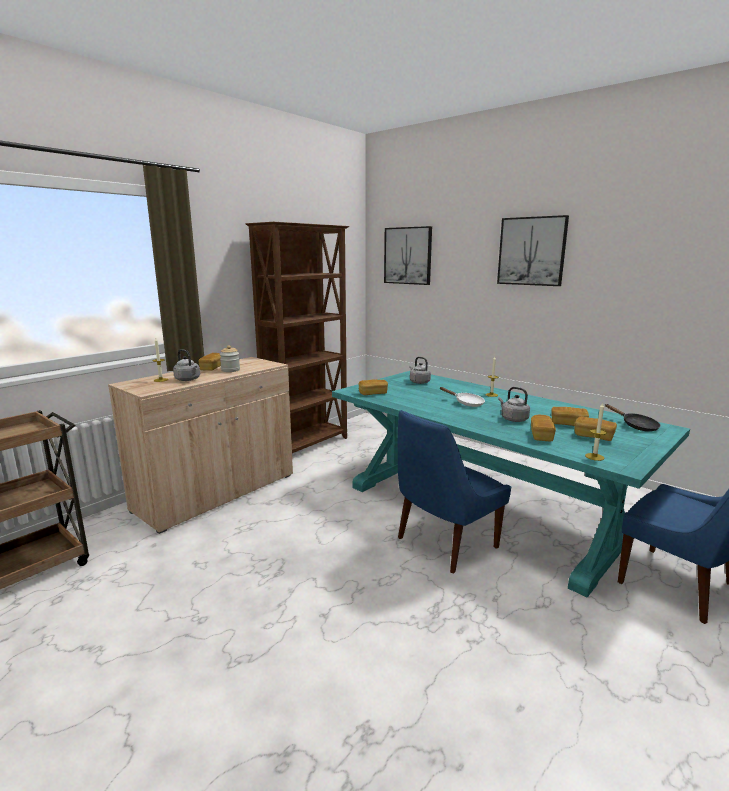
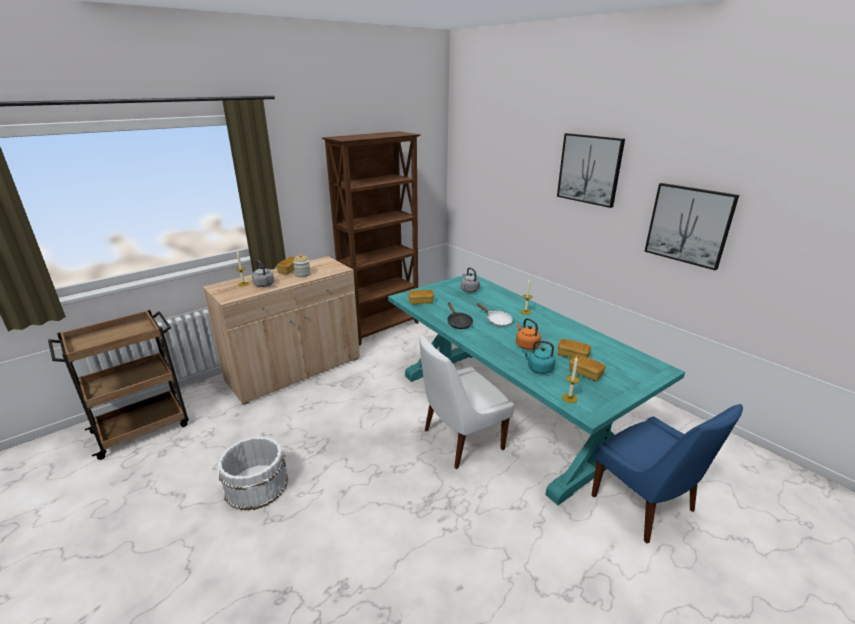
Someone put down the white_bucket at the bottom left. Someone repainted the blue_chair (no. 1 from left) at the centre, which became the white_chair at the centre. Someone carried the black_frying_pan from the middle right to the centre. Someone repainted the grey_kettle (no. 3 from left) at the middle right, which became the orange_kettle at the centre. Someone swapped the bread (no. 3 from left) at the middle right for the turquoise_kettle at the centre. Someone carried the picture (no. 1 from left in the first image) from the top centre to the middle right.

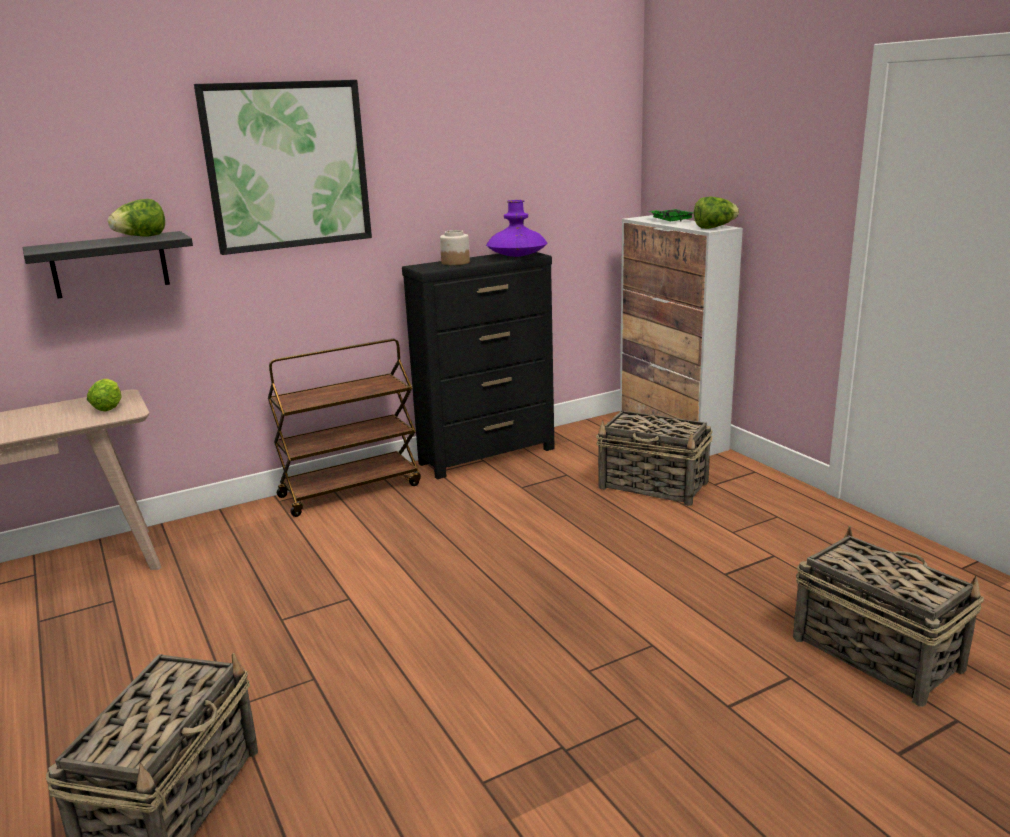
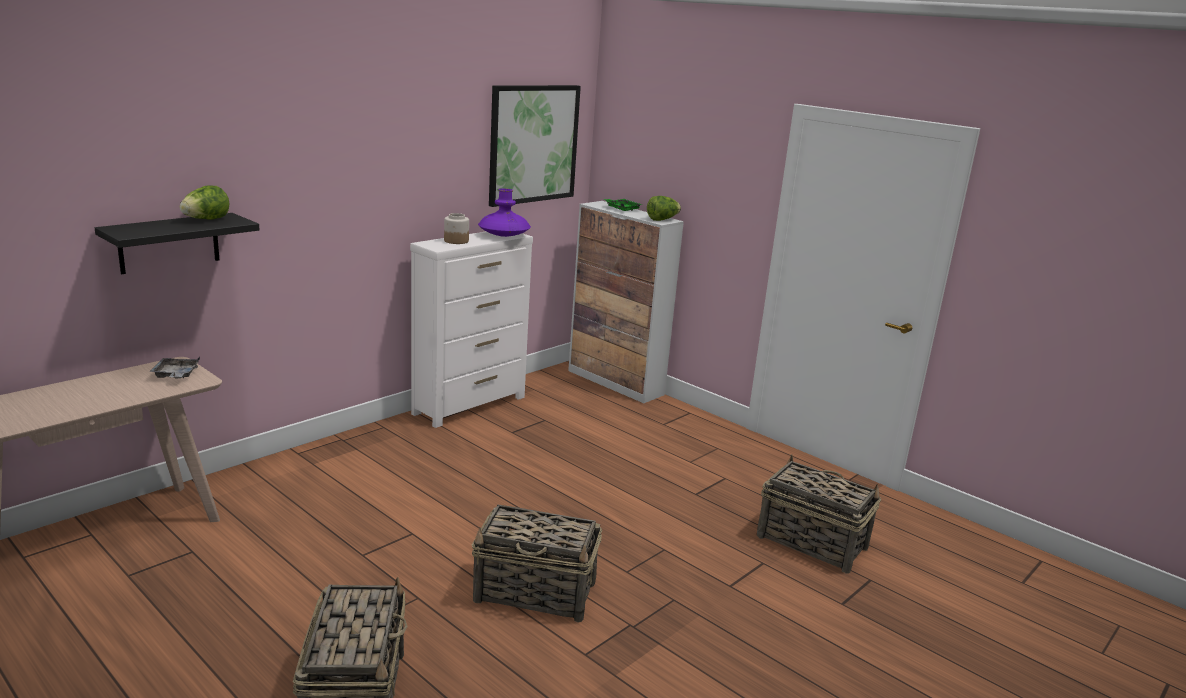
Someone swapped the lettuce (no. 1 from left) at the middle left for the grey_tray at the middle left. Someone repainted the black_dresser at the centre, which became the white_dresser at the centre. Someone carried the basket (no. 2 from left) from the centre to the bottom centre. Someone carried the picture from the top left to the top centre. Someone took away the brown_cart at the centre.

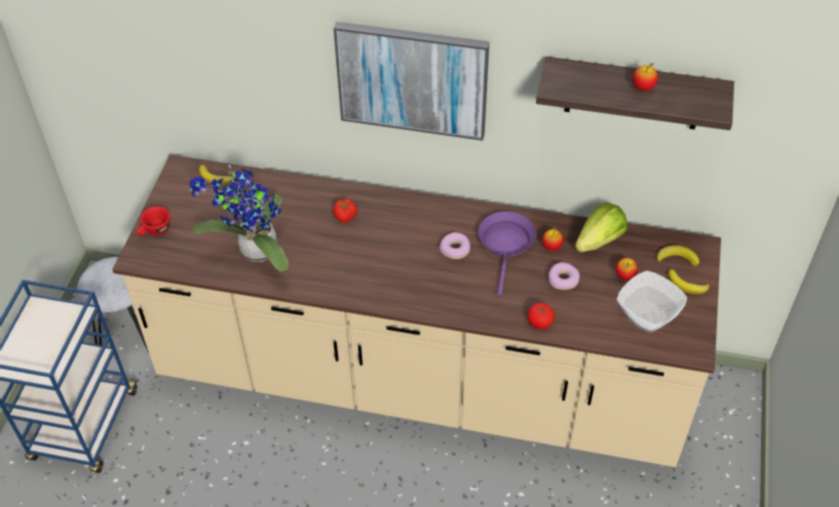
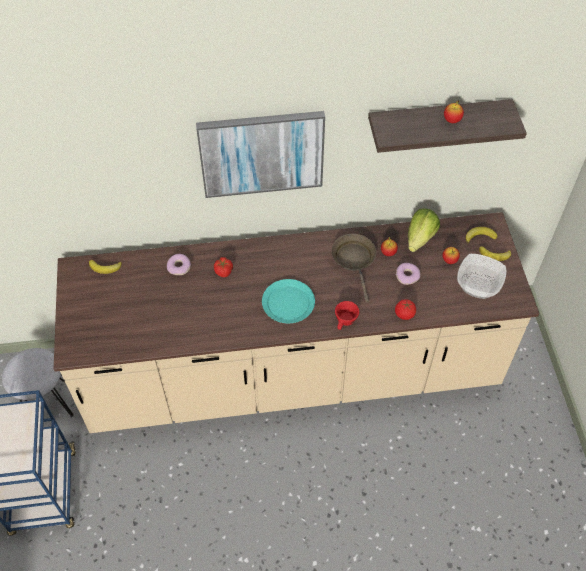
Someone carried the donut (no. 1 from left) from the centre to the middle left. Someone put down the turquoise_plate at the centre. Someone repainted the purple_frying_pan at the centre, which became the brown_frying_pan at the centre. Someone carried the red_cup from the middle left to the centre. Someone took away the potted_plant at the middle left.

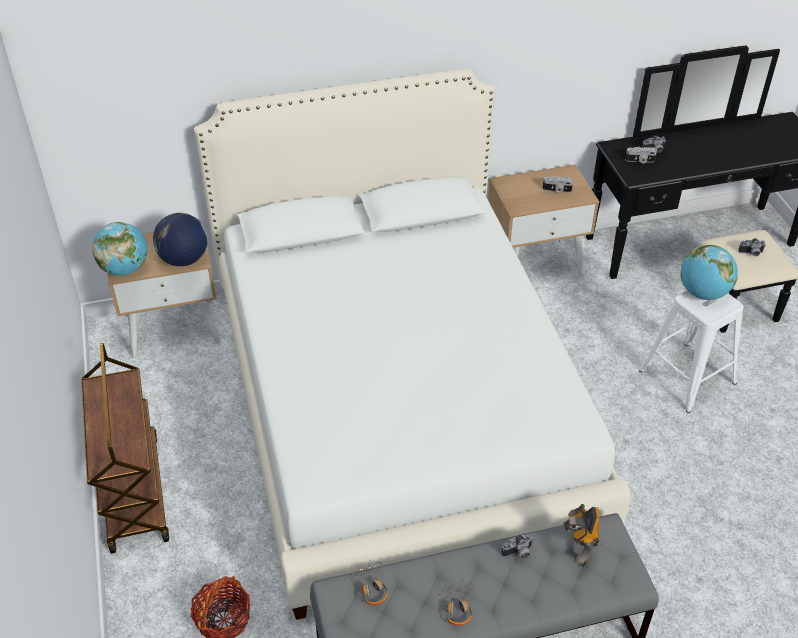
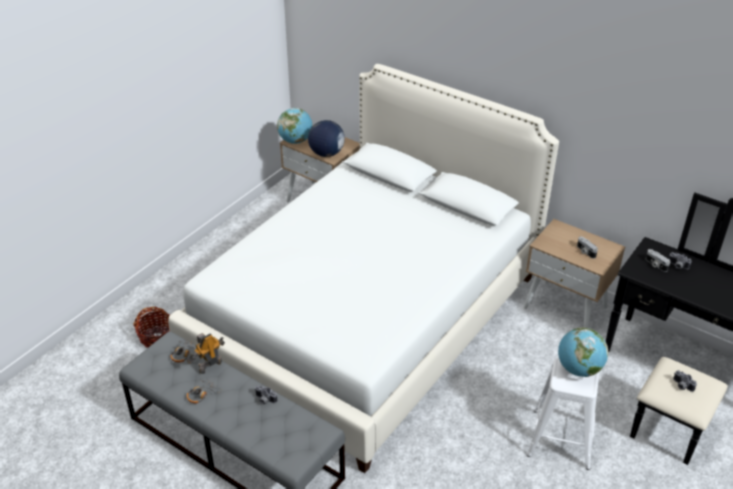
Someone carried the toy_robot from the bottom right to the bottom left. Someone took away the brown_cart at the bottom left.

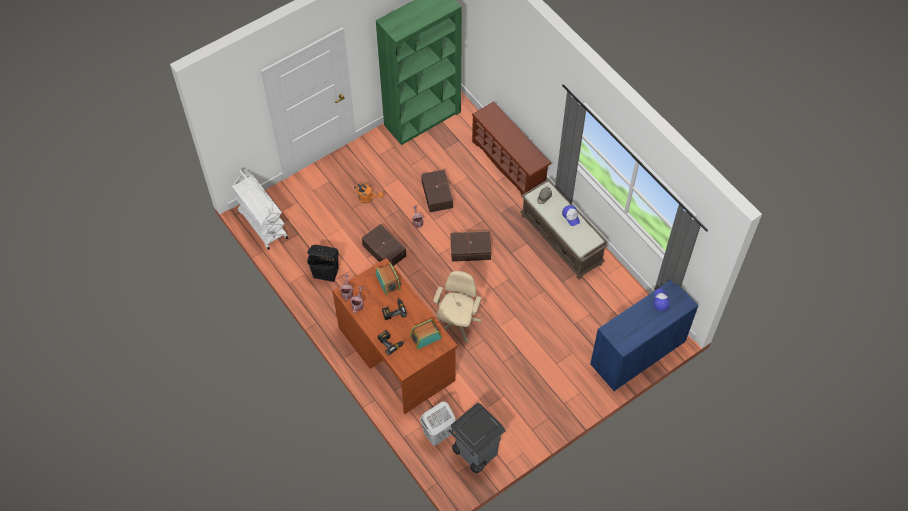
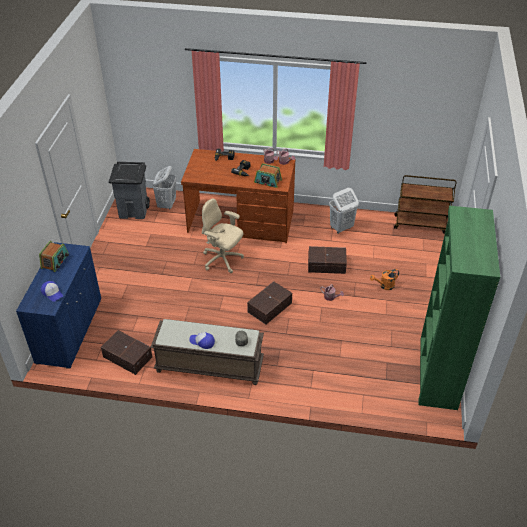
Someone carried the radio (no. 2 from left in the first image) from the centre to the middle left. Someone carried the brown_storage_box (no. 2 from left in the first image) from the centre to the bottom left. Someone rotated the beige_office_chair at the centre by 150 degrees clockwise. Someone repainted the black_laundry_basket at the centre, which became the white_laundry_basket (no. 2 from left) at the centre. Someone repainted the white_cart at the middle left, which became the brown_cart at the middle right. Someone took away the brown_shoe_rack at the top centre.

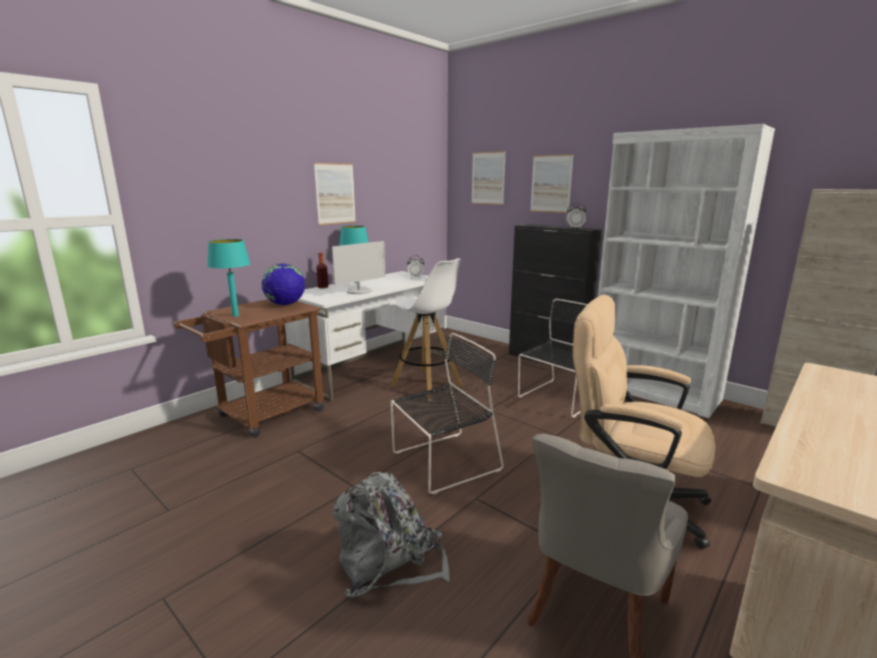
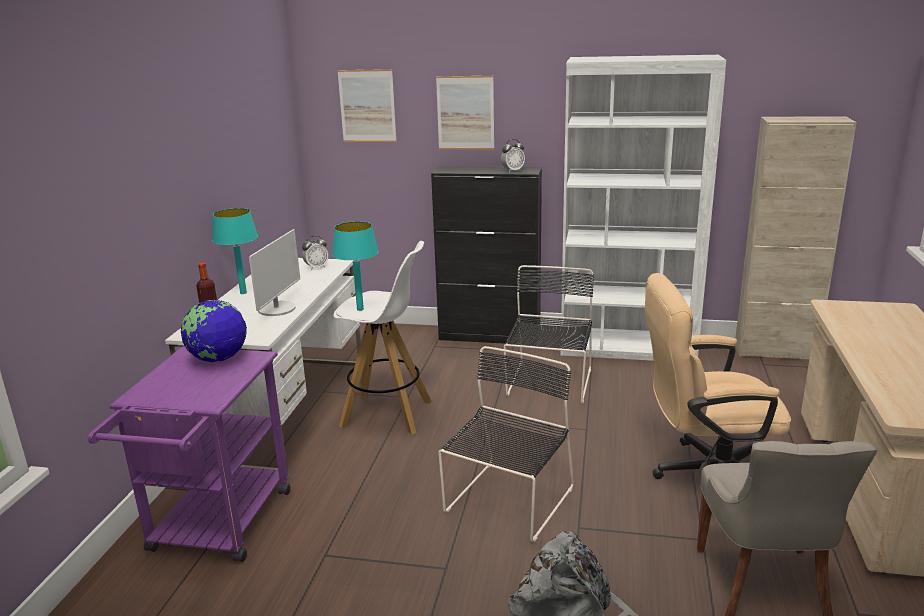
Someone repainted the brown_cart at the middle left, which became the purple_cart at the bottom left. Someone carried the turquoise_table_lamp (no. 1 from left in the first image) from the middle left to the centre. Someone took away the picture (no. 1 from left) at the top centre.

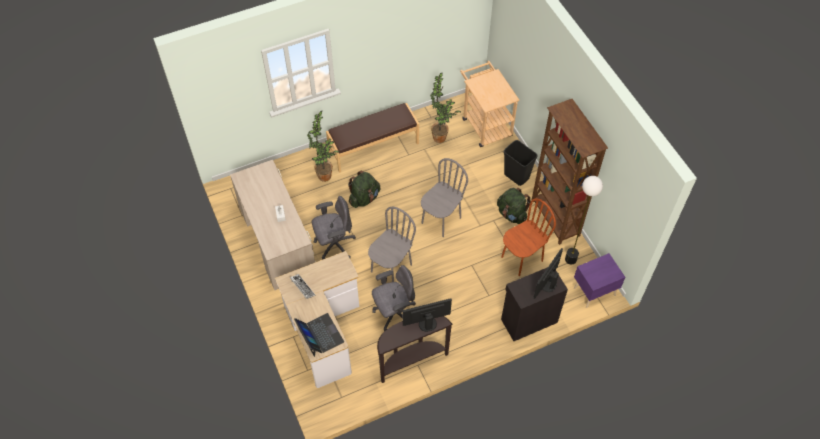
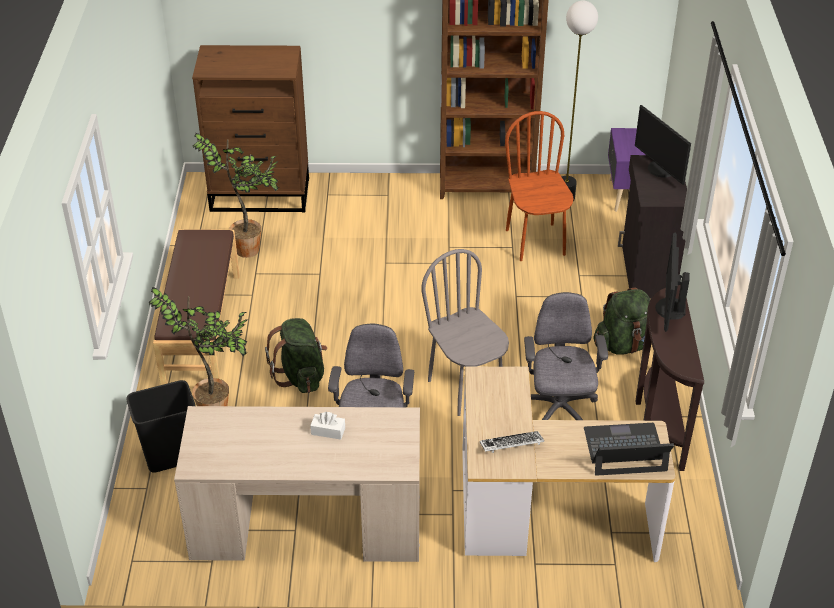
Someone carried the black_trash_can from the centre to the bottom left. Someone swapped the beige_cart at the top centre for the brown_dresser at the top left. Someone carried the green_backpack (no. 2 from left) from the centre to the middle right. Someone took away the grey_chair (no. 2 from left) at the centre.

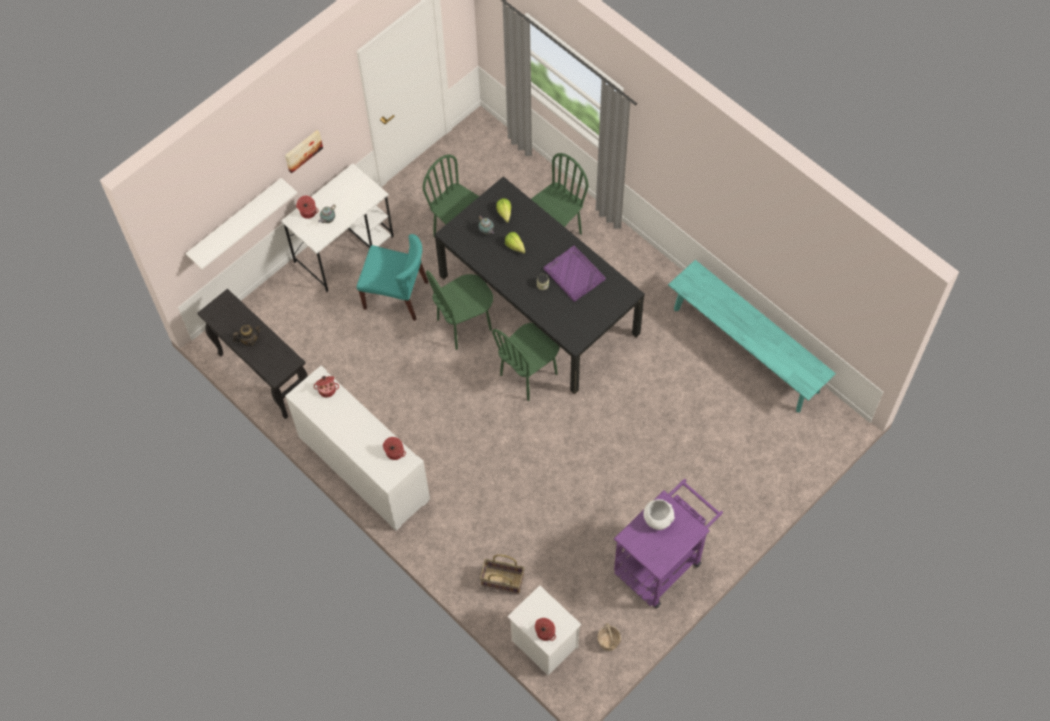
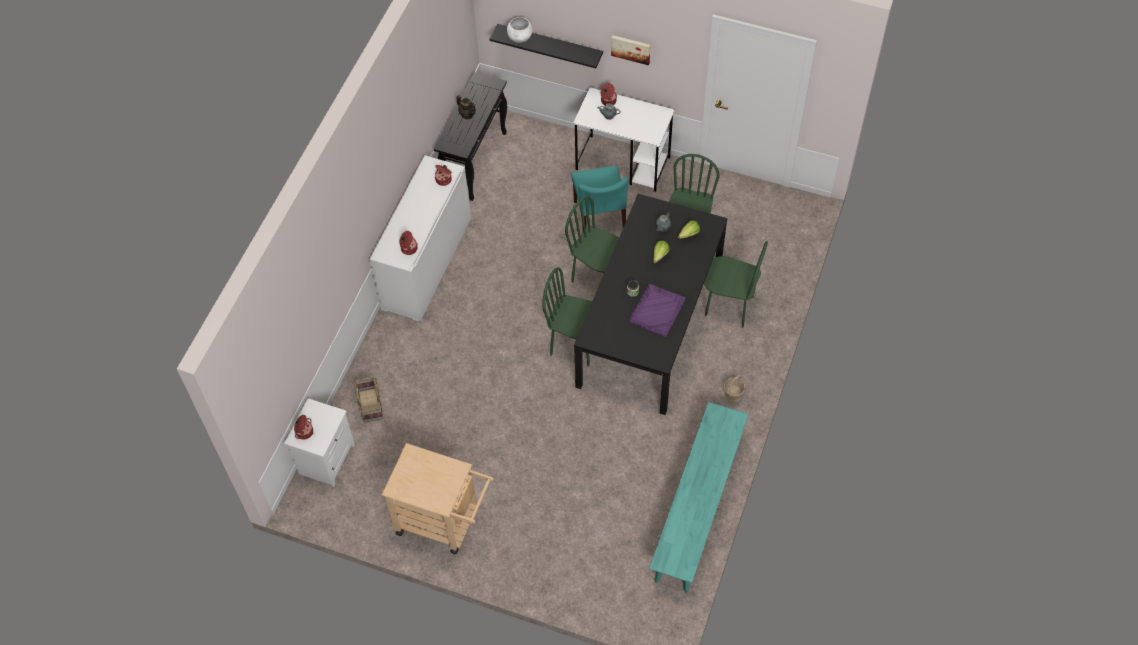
Someone repainted the purple_cart at the bottom centre, which became the beige_cart at the bottom centre. Someone repainted the white_shelf at the top left, which became the black_shelf at the top centre. Someone carried the white_bowl from the bottom centre to the top centre. Someone carried the basket (no. 2 from left) from the bottom centre to the centre.

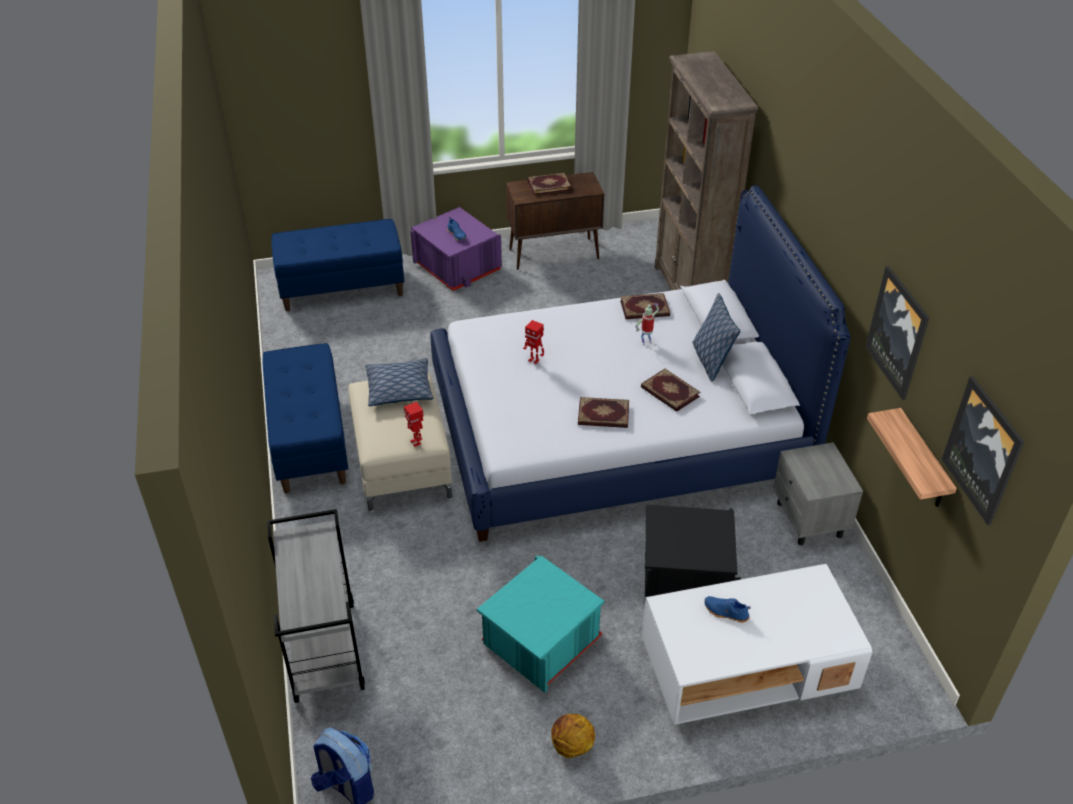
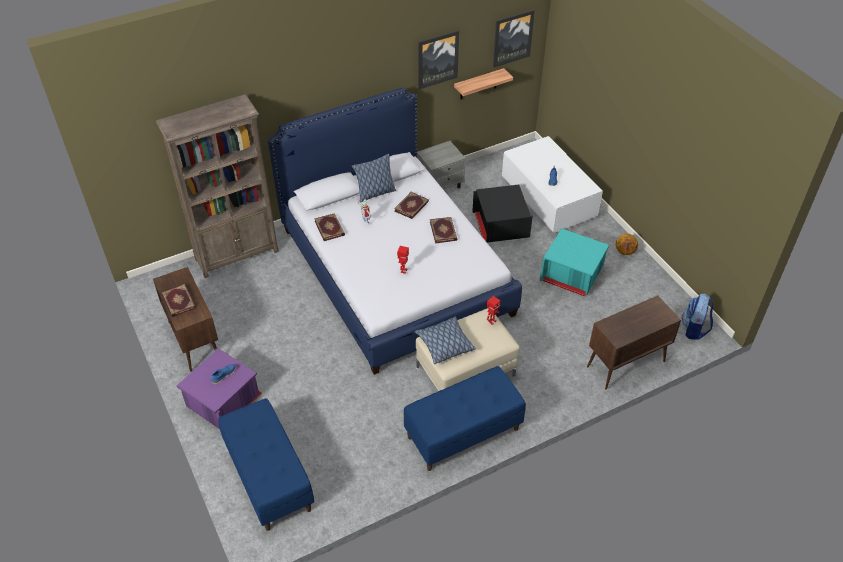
Someone swapped the grey_cart at the bottom left for the brown_cabinet (no. 2 from left) at the middle right.

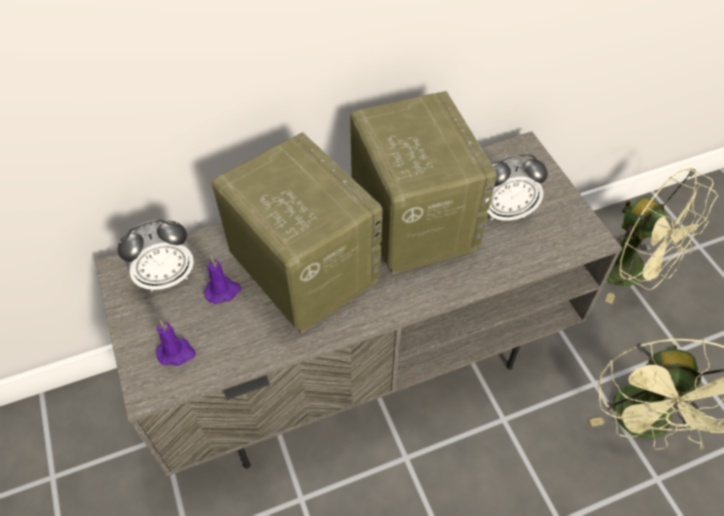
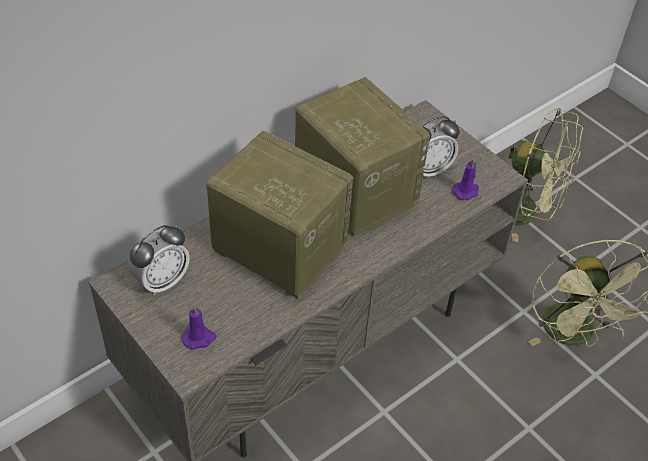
Someone carried the purple_candle (no. 2 from left) from the middle left to the middle right.

